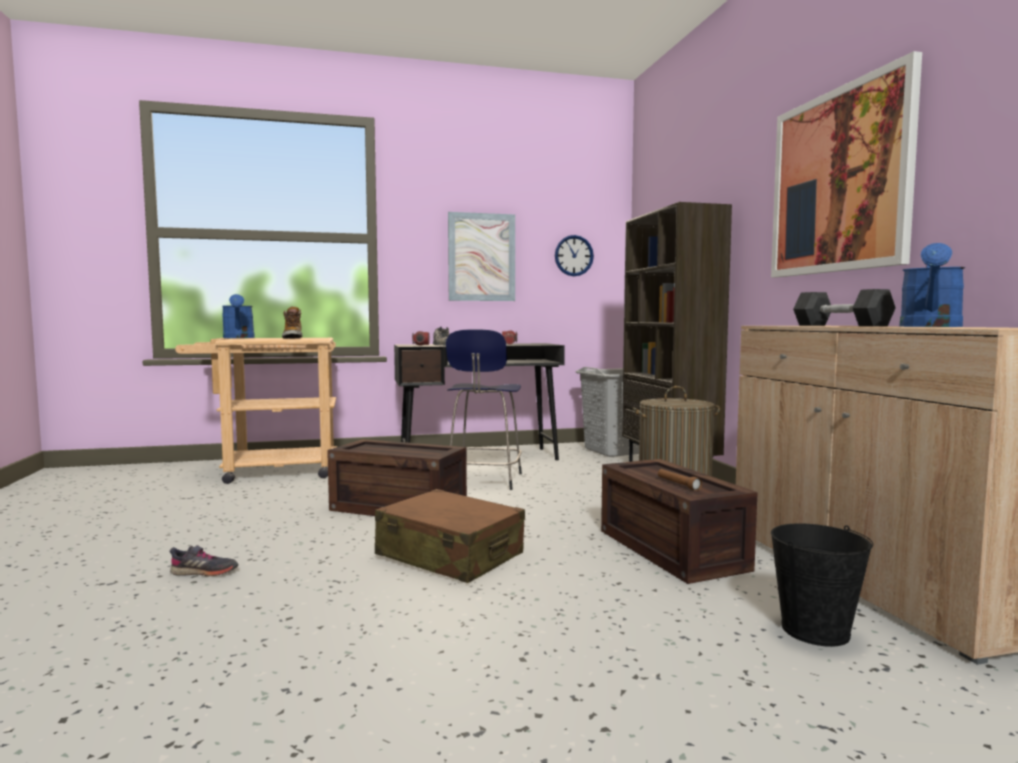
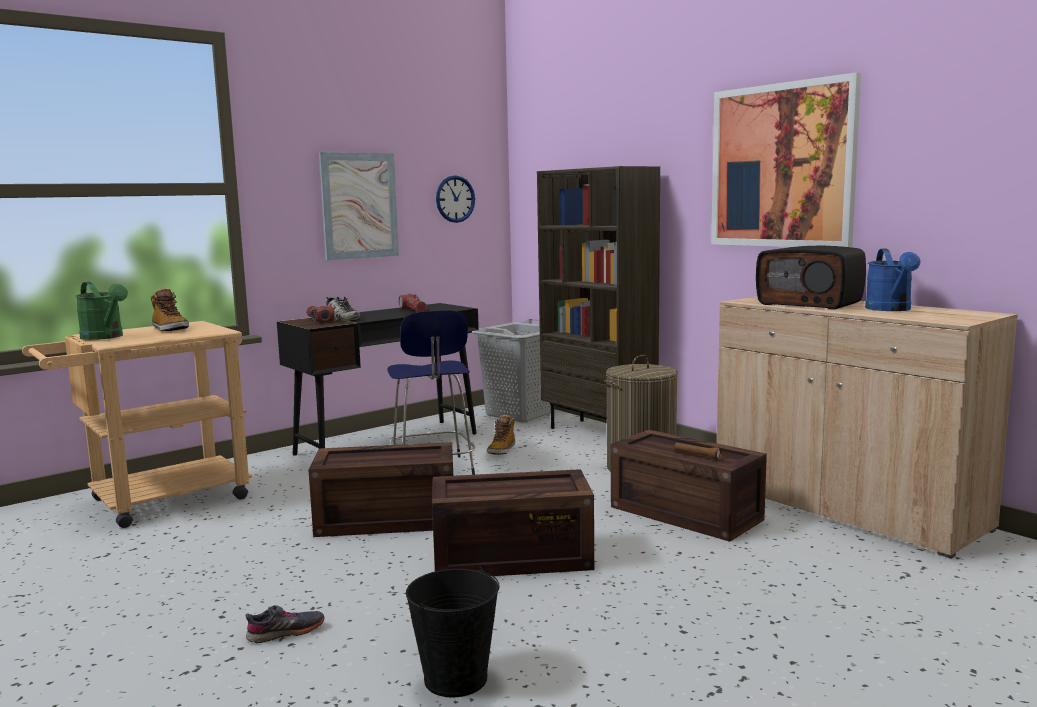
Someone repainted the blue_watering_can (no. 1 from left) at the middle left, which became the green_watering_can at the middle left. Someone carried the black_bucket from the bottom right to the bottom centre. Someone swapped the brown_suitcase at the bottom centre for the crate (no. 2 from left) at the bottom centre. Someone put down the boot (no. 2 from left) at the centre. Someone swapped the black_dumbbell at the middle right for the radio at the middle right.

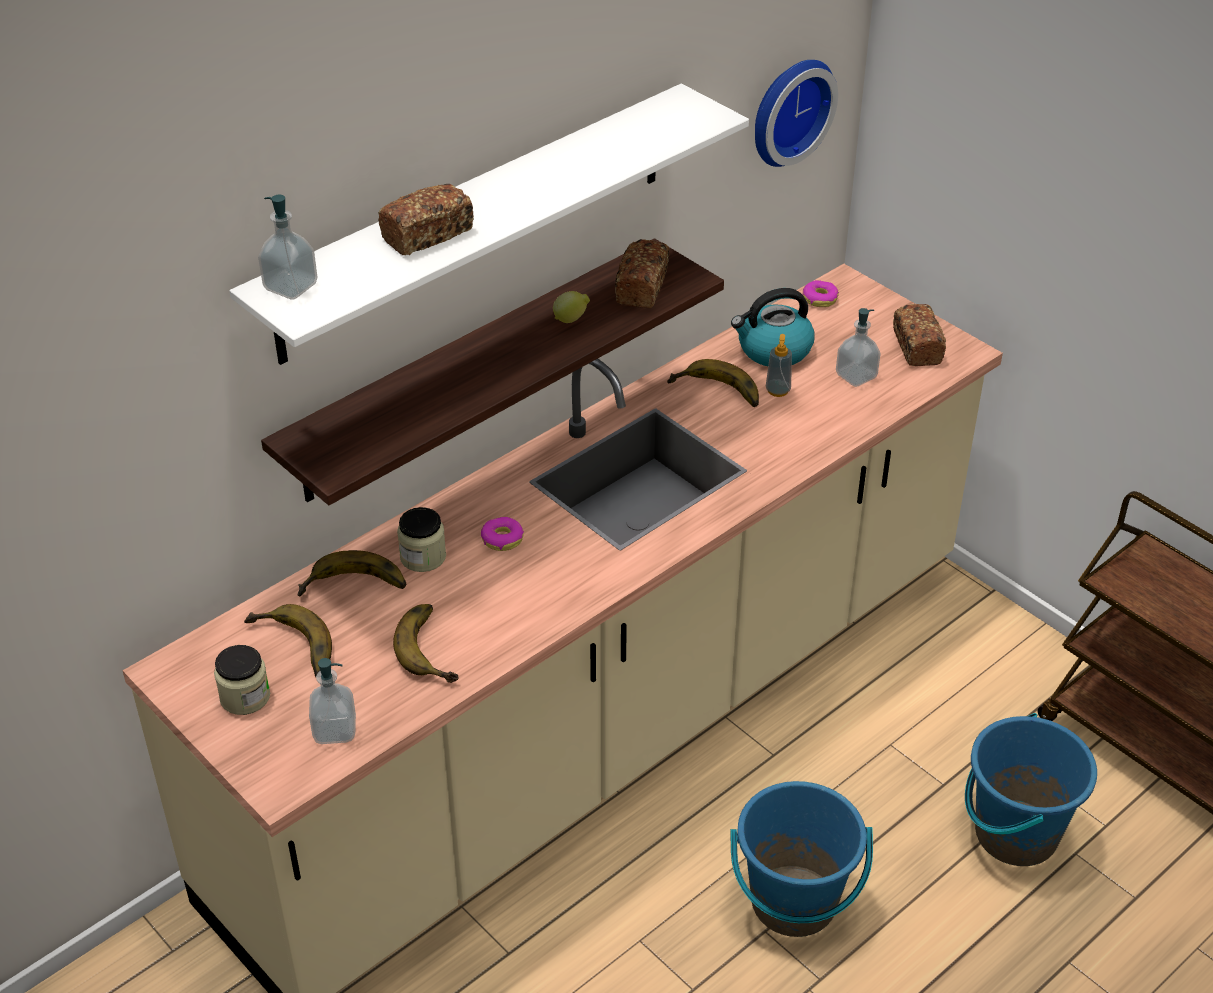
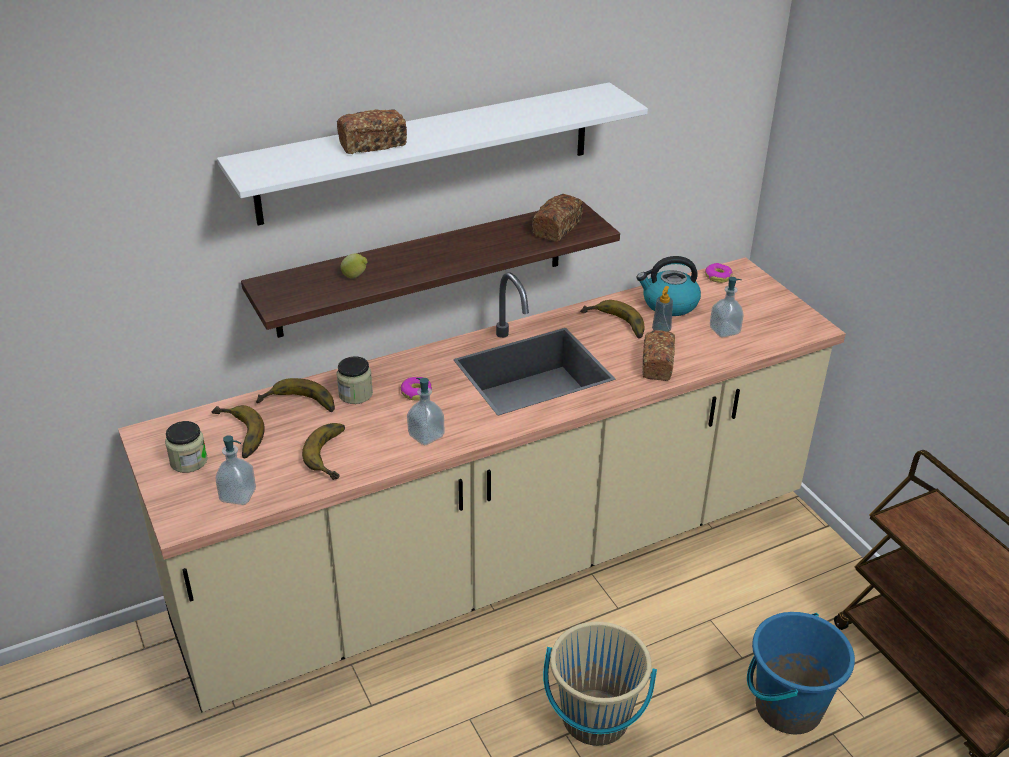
Someone carried the lemon from the top centre to the centre. Someone carried the soap_dispenser (no. 1 from left in the first image) from the top left to the centre. Someone repainted the blue_bucket (no. 1 from left) at the bottom centre, which became the beige_bucket at the bottom centre. Someone carried the bread (no. 3 from left) from the middle right to the centre. Someone took away the wall_clock at the top centre.

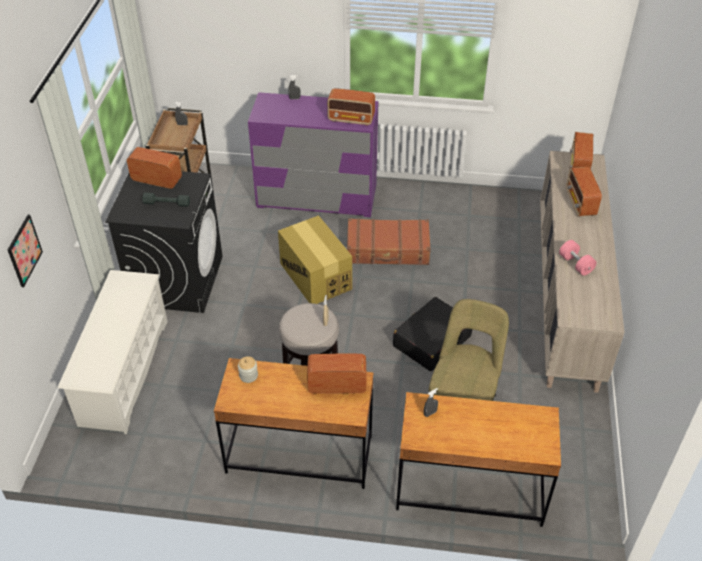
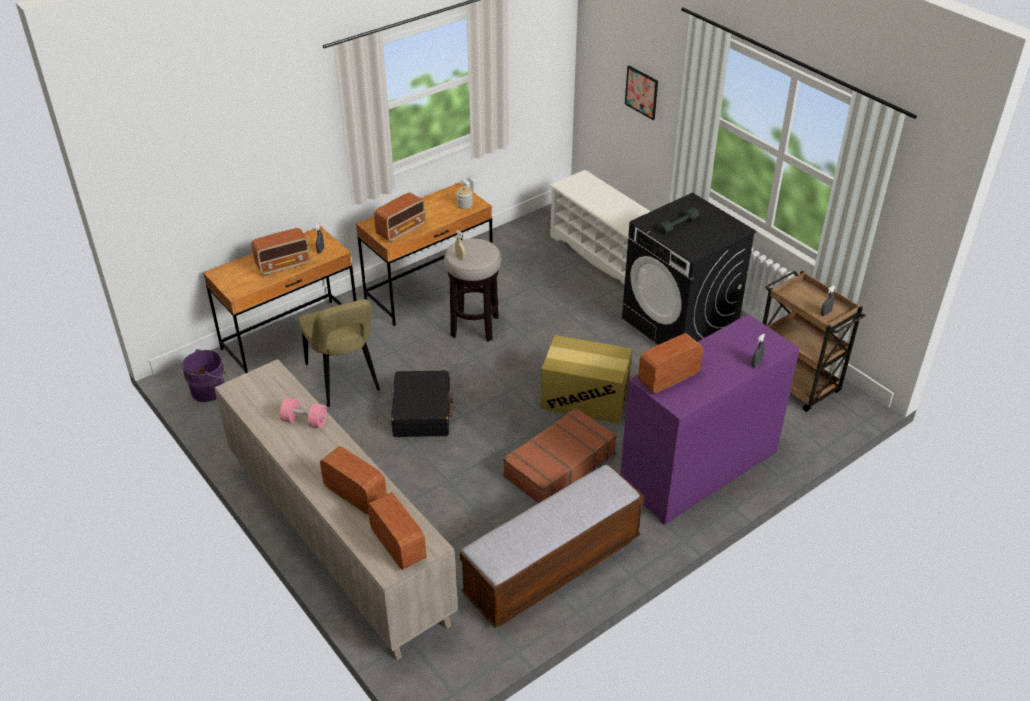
Someone put down the purple_bucket at the middle left. Someone carried the radio (no. 1 from left) from the top left to the middle left. Someone put down the bench at the bottom centre.

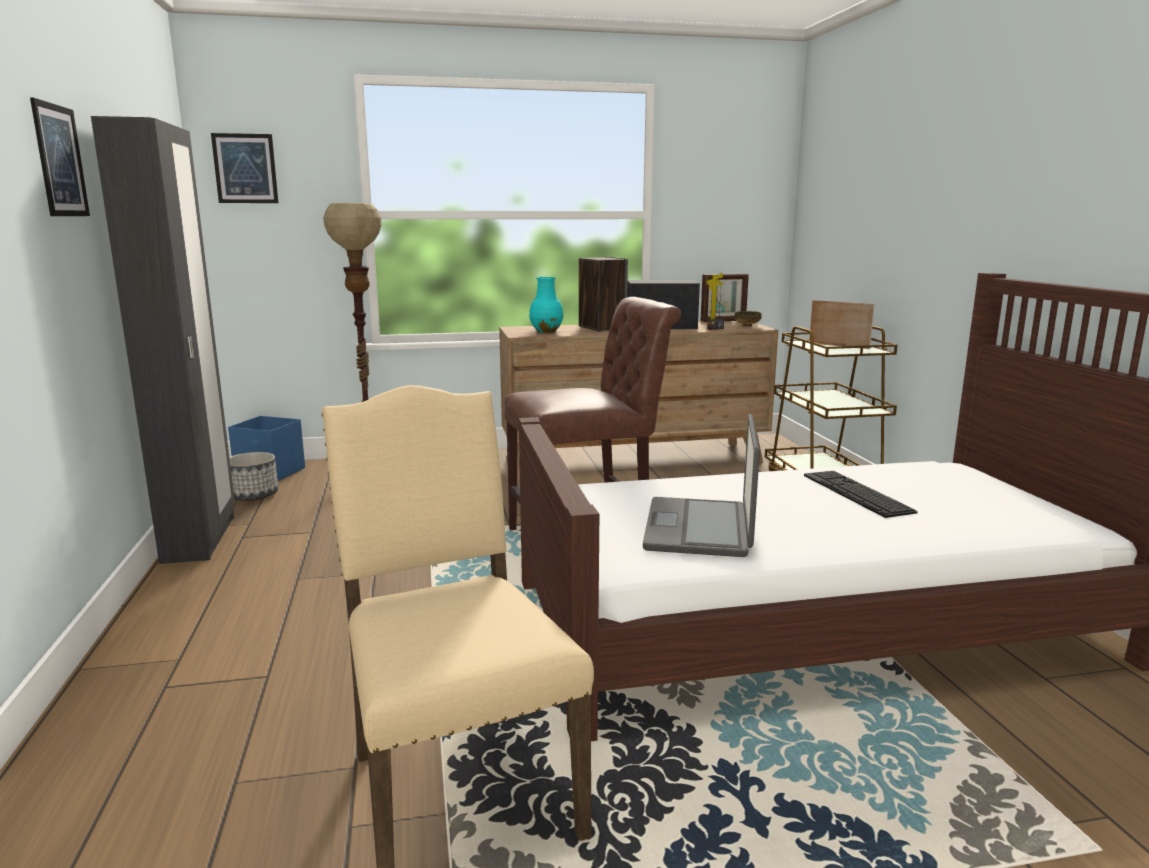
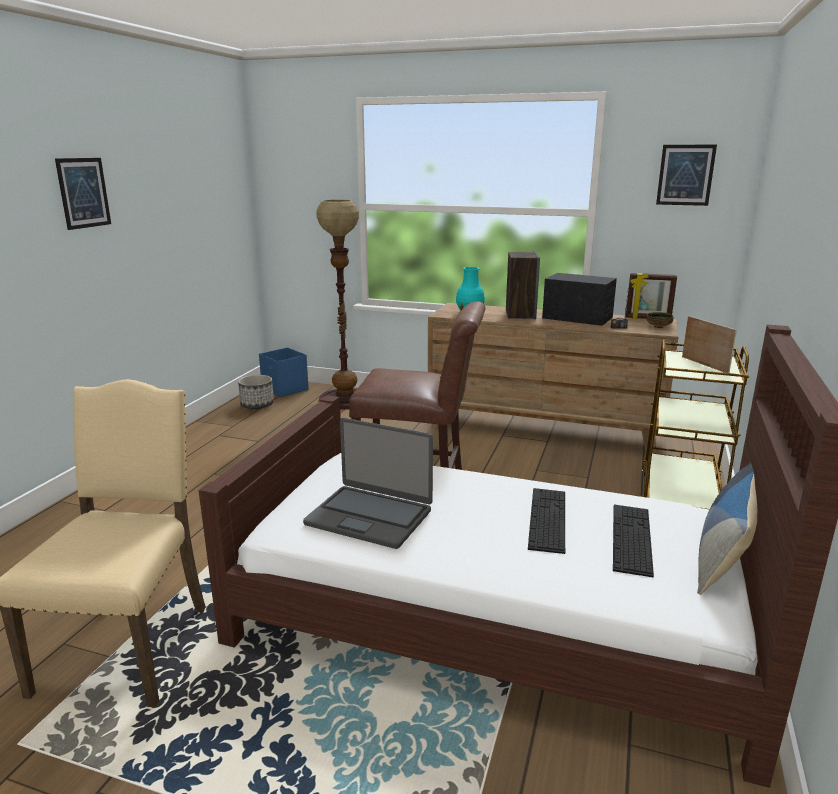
Someone rotated the laptop at the centre by 105 degrees counterclockwise. Someone put down the keyboard (no. 2 from left) at the bottom right. Someone carried the picture (no. 2 from left) from the top left to the top right. Someone put down the pillow at the middle right. Someone took away the black_wardrobe at the middle left.

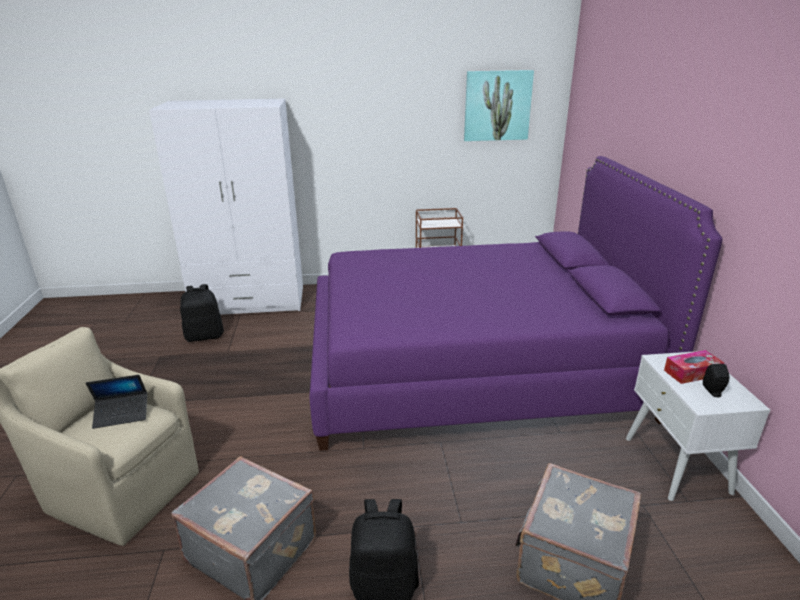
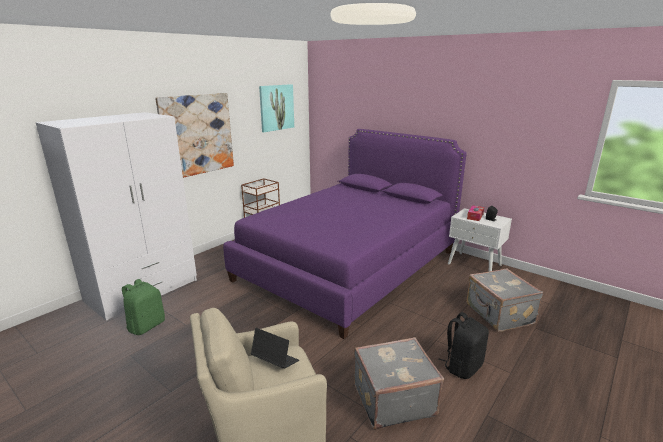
Someone repainted the black_backpack (no. 1 from left) at the middle left, which became the green_backpack at the bottom left. Someone put up the picture (no. 1 from left) at the top left. Someone rotated the laptop at the bottom left by 90 degrees counterclockwise.

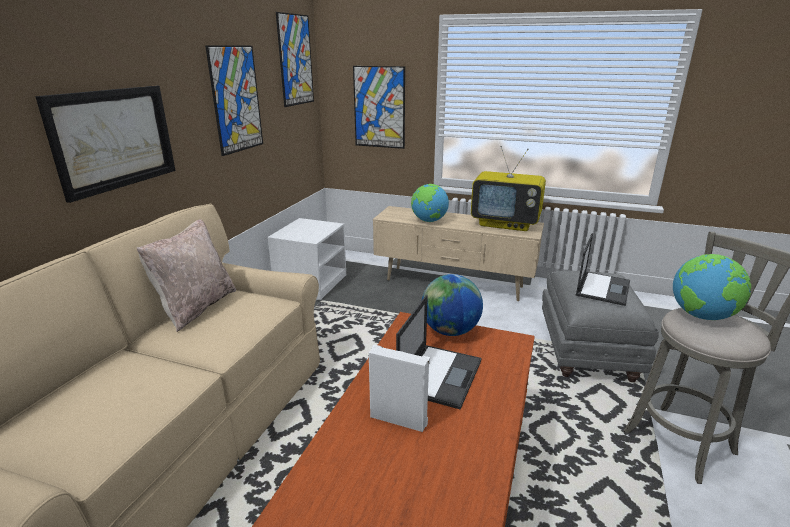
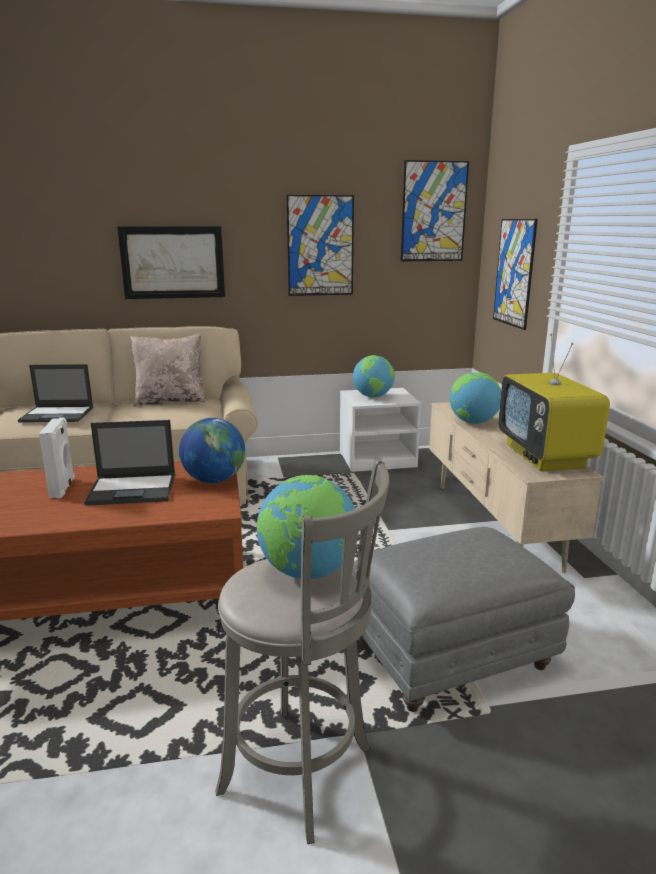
Someone carried the laptop (no. 2 from left in the first image) from the middle right to the middle left. Someone put down the globe (no. 3 from left) at the centre.

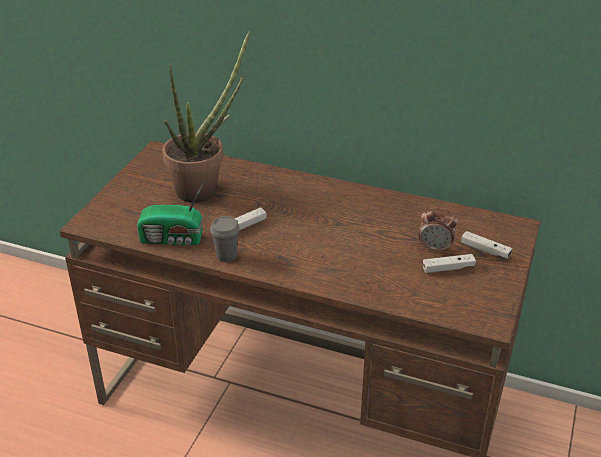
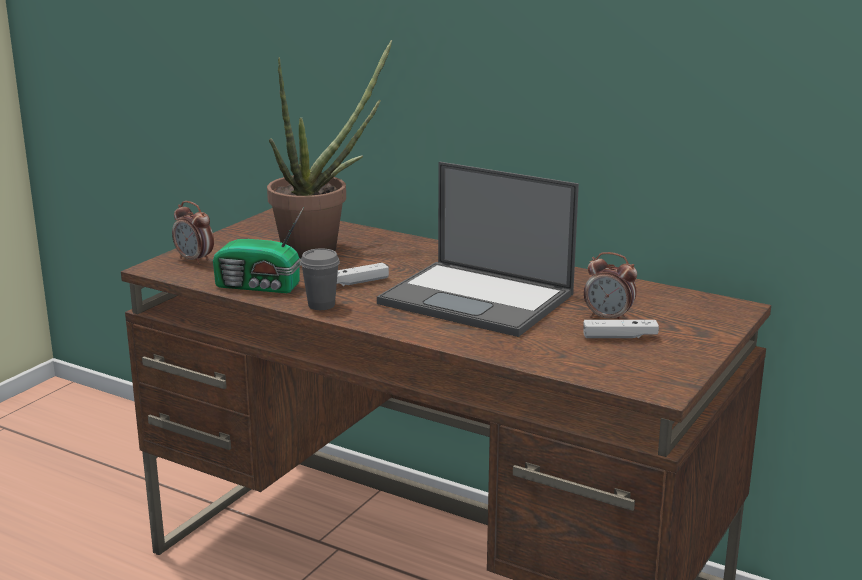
Someone put down the alarm_clock (no. 1 from left) at the middle left. Someone put down the laptop at the centre. Someone took away the white_game_controller (no. 3 from left) at the middle right.

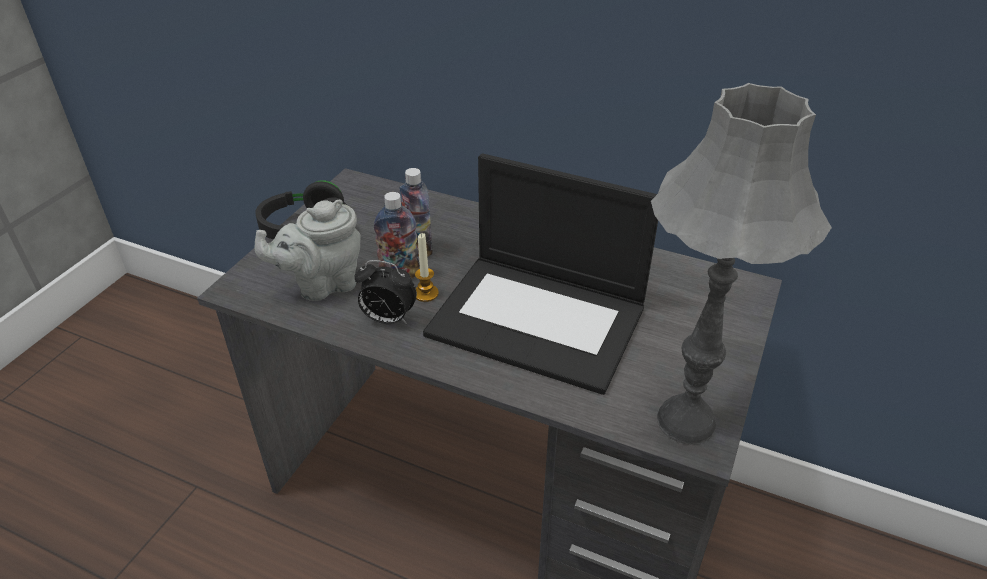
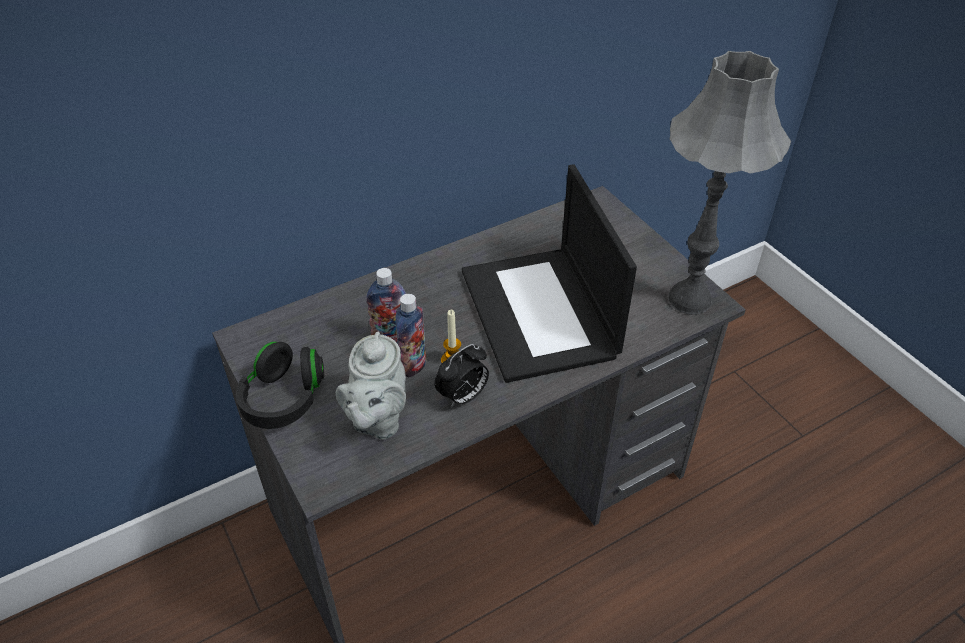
Someone rotated the laptop at the centre by 105 degrees clockwise.

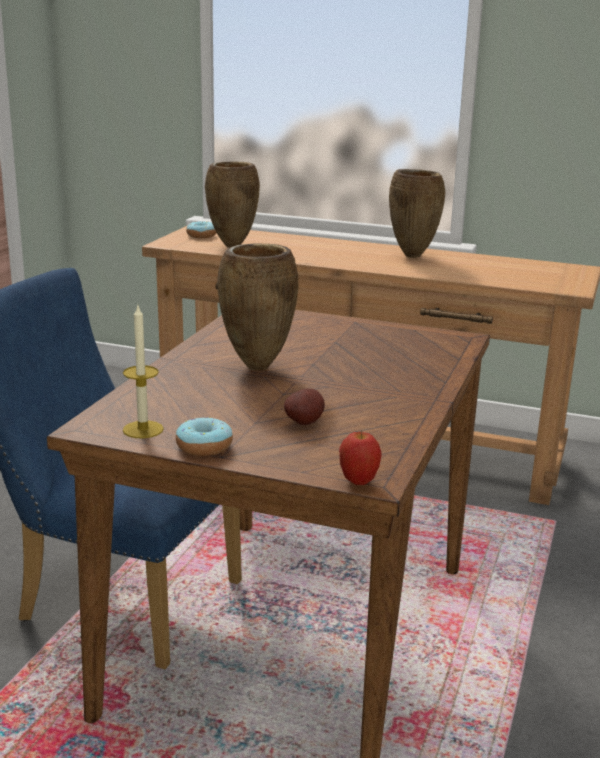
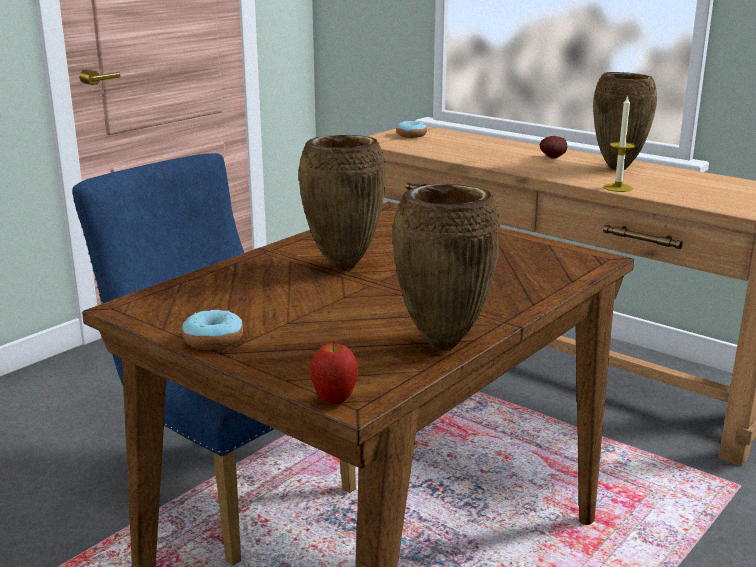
Someone carried the brown_vase (no. 1 from left in the first image) from the top centre to the centre. Someone carried the potato from the centre to the top right. Someone carried the candle from the middle left to the top right.

